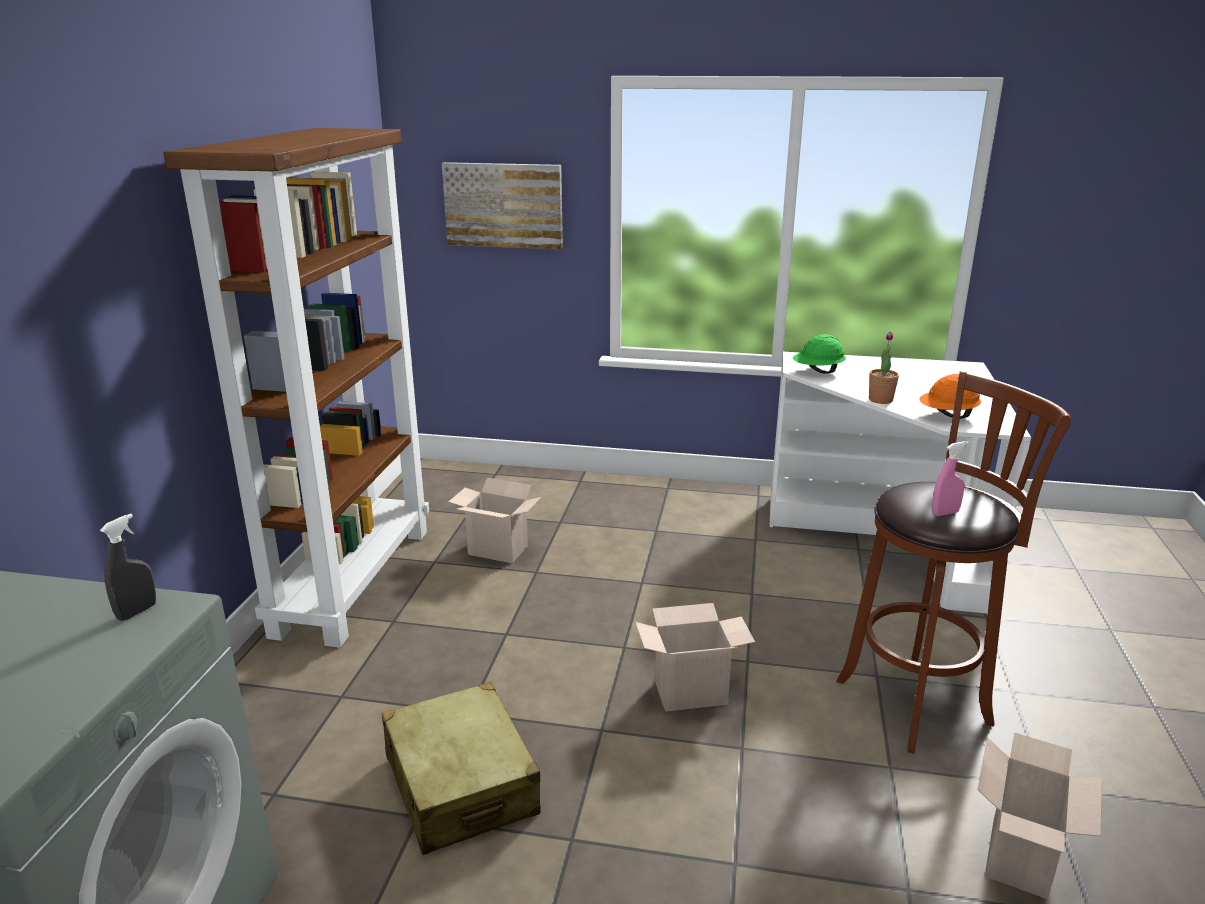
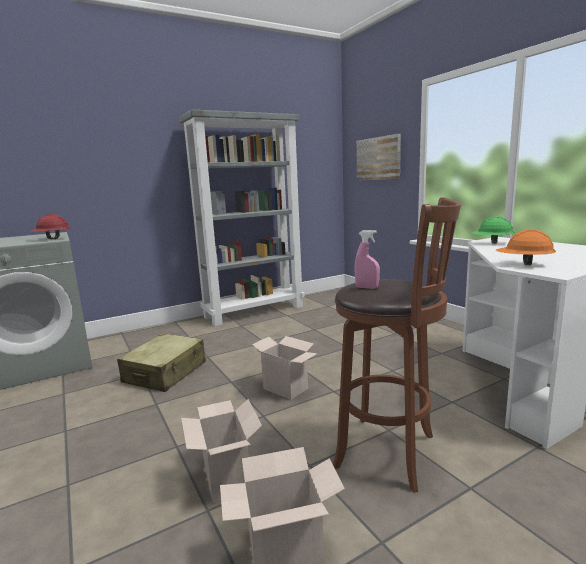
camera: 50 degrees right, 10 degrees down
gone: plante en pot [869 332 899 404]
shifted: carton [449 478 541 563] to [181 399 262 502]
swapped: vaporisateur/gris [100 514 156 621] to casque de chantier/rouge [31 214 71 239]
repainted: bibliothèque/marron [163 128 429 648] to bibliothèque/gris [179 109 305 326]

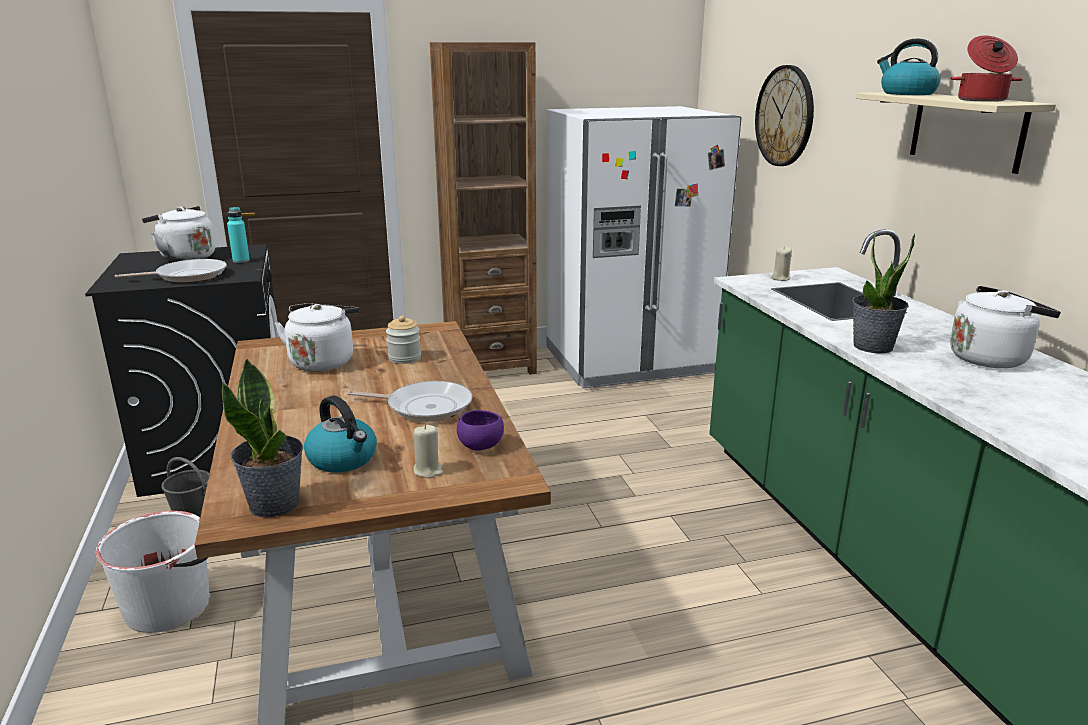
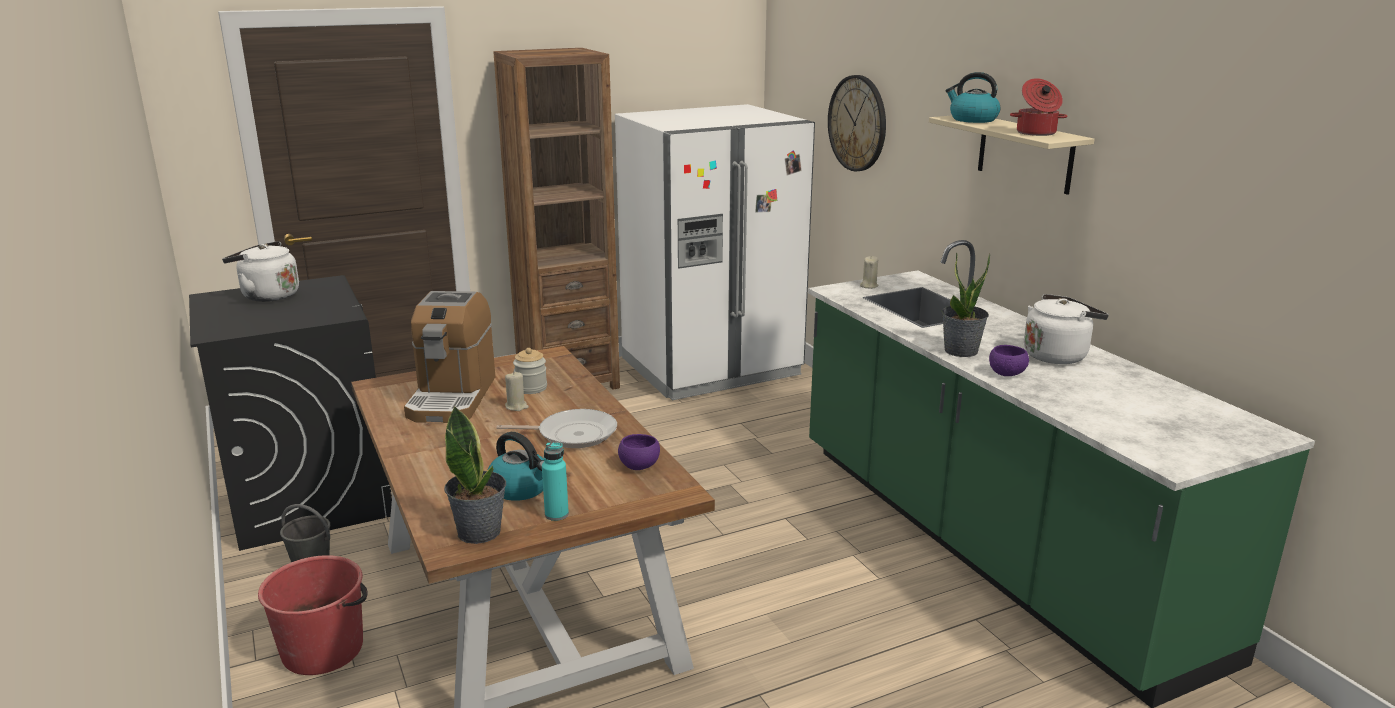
camera: 10 degrees left, 0 degrees up
gone: poêle [115 259 227 283]
new: bol/violet [989 345 1029 376]
shifted: bouteille/turquoise [227 207 250 263] to [542 442 569 521]; bougie/beige [413 425 443 478] to [505 372 529 411]
swapped: bouilloire/blanc [275 303 359 371] to machine à café [404 291 495 423]
repainted: seau/blanc [96 511 209 633] to seau/rouge [258 555 368 675]

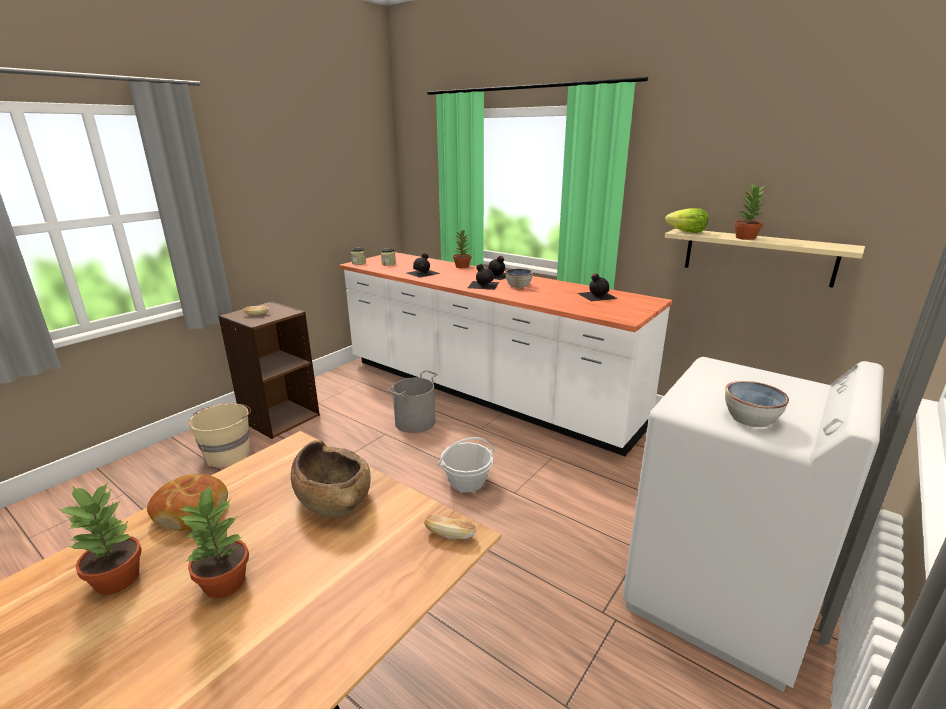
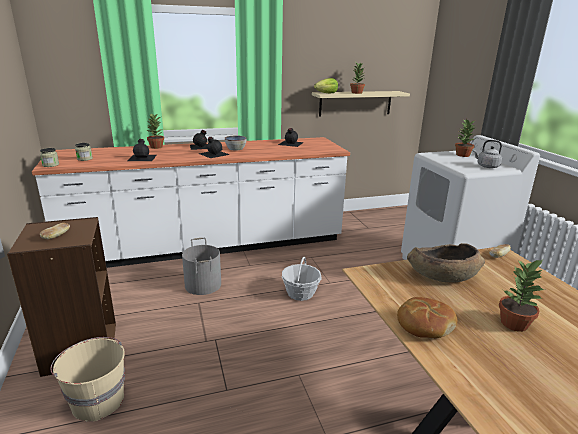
camera: 55 degrees left, 0 degrees up
shifted: plante en pot [58 482 142 595] to [455 119 477 157]
swapped: bol [725 381 789 427] to bouilloire/gris [473 140 502 168]

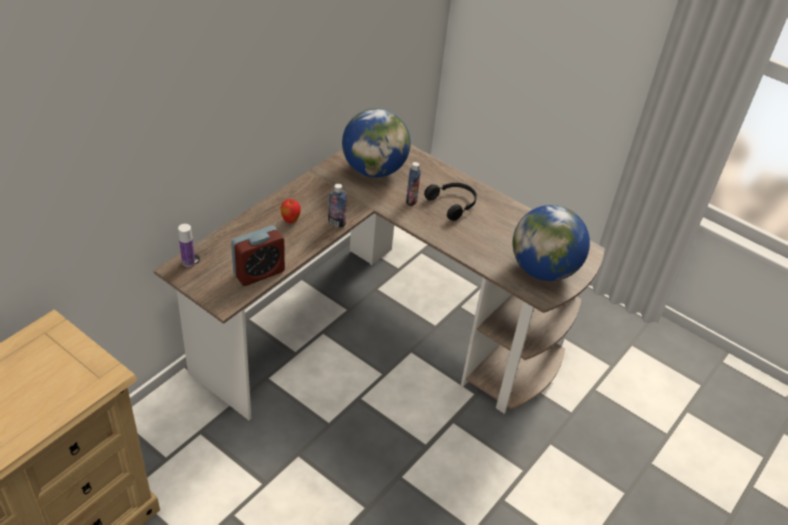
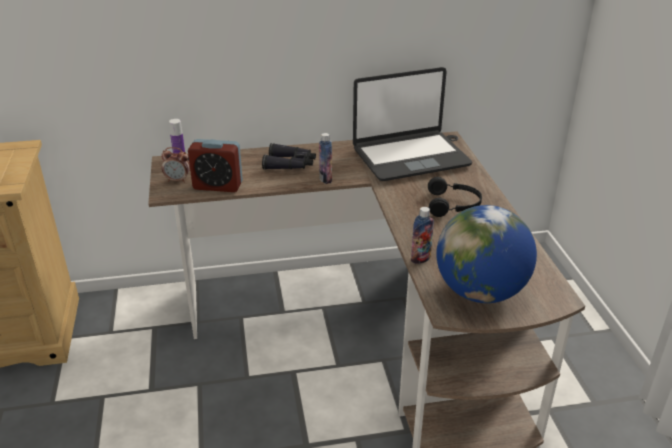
camera: 45 degrees right, 10 degrees down
new: réveil [161 147 190 183]
shifted: bouteille [406 162 421 206] to [411 207 434 264]
swapped: pomme [281 199 301 223] to jumelles/noir [262 143 316 170]; globe [342 108 411 177] to ordinateur portable [353 67 472 181]

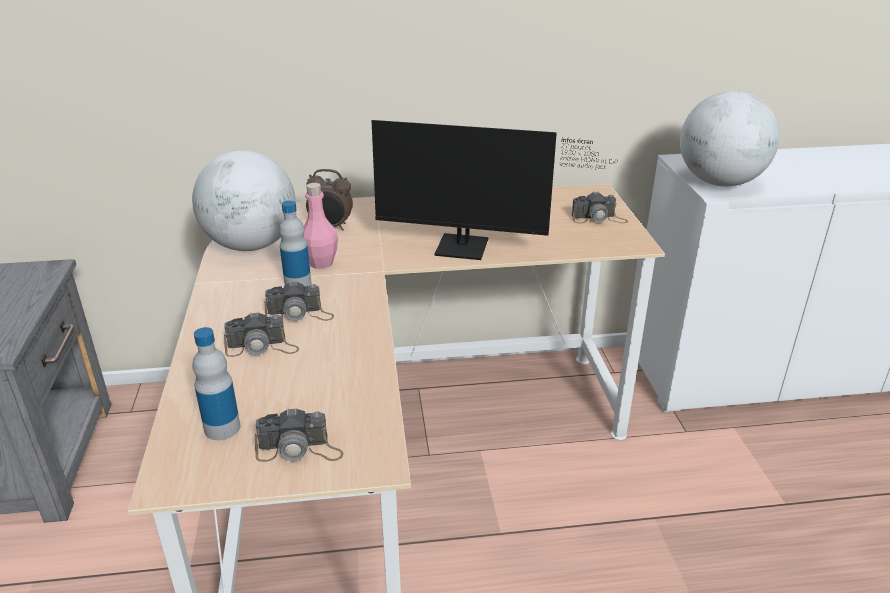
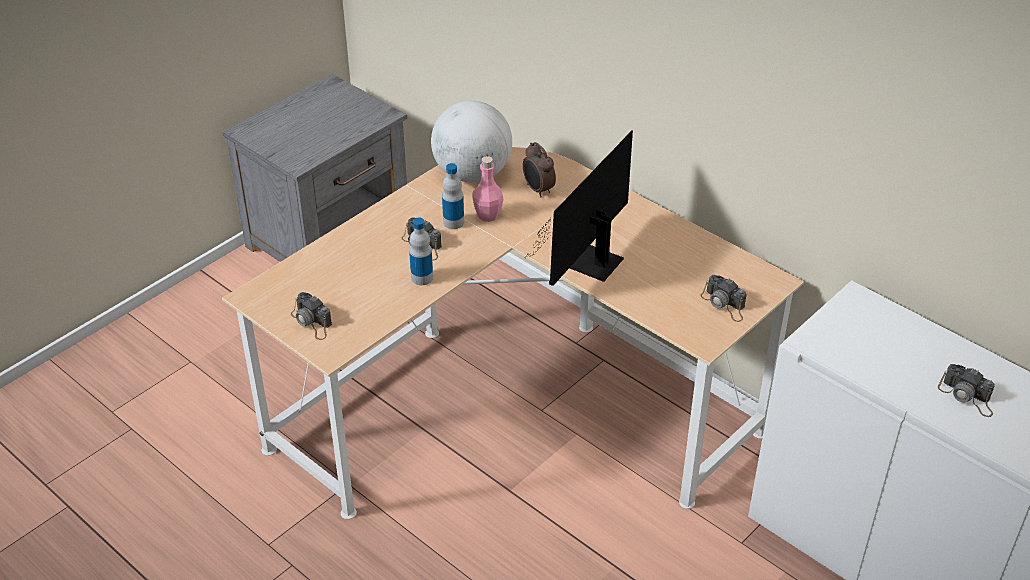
camera: 50 degrees right, 10 degrees up
gone: globe [680 91 780 186]
shifted: bouteille [192 327 240 440] to [409 217 433 285]; appareil photo [224 311 299 357] to [938 364 995 417]
rotated: écran d'ordinateur [372 120 618 260] = [529 130 633 286] 60 degrees clockwise

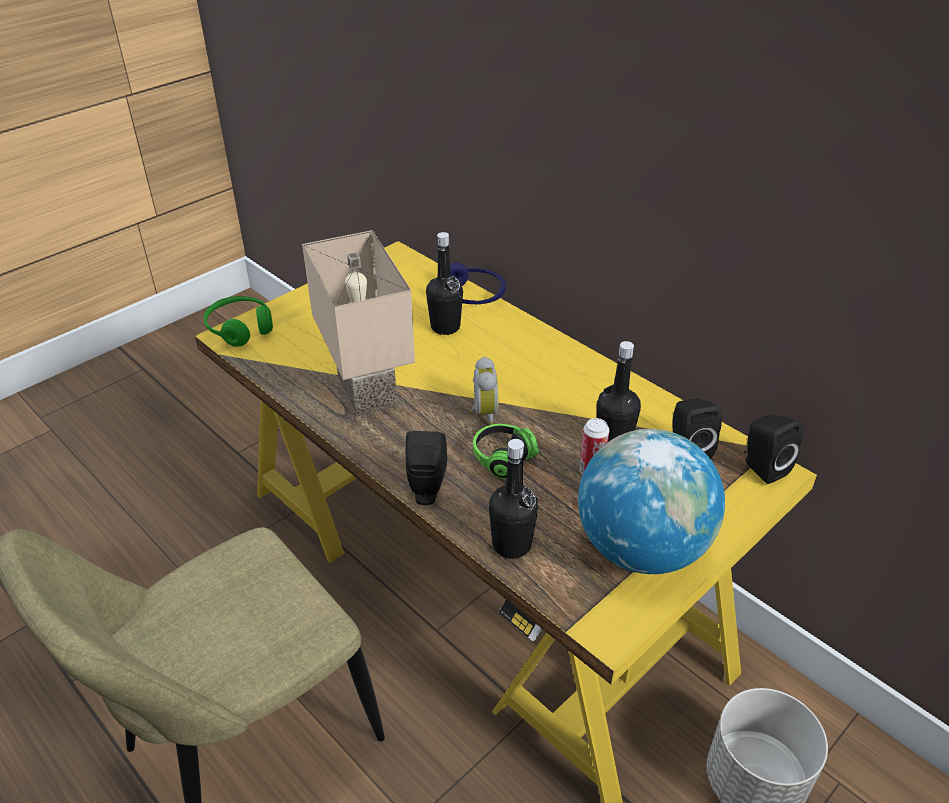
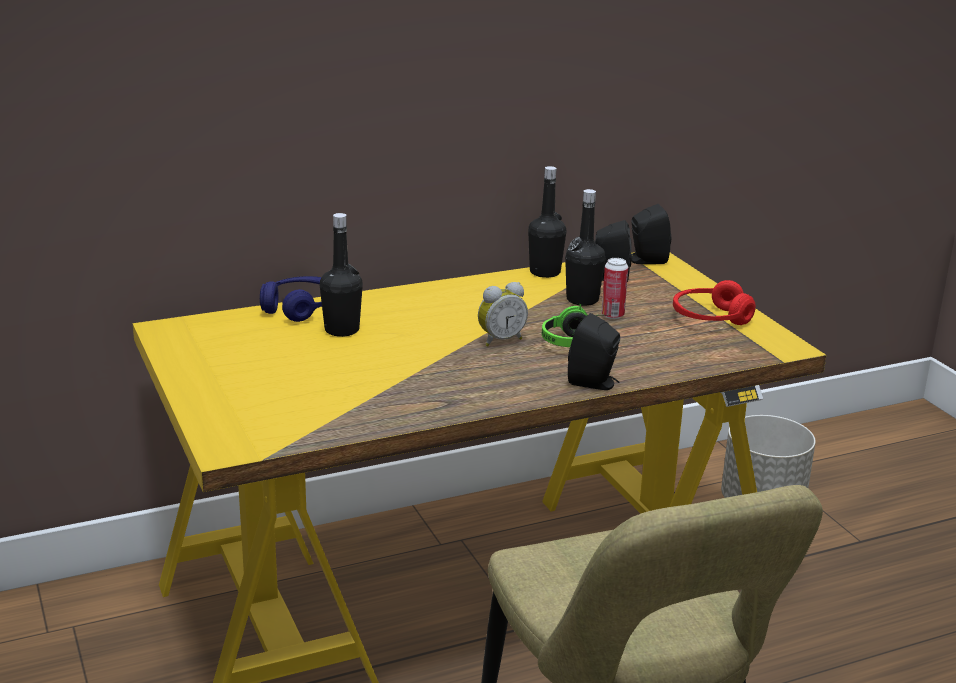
camera: 70 degrees left, 15 degrees down
gone: casque audio/vert [204 296 273 347]; lampe de table/beige [302 230 415 417]
shifted: bouteille/noir [489 439 538 559] to [528 166 566 278]
swapped: globe [578 429 725 574] to casque audio/rouge [673 280 756 325]
rotated: réveil [469 356 498 425] = [478 282 528 347] 135 degrees clockwise

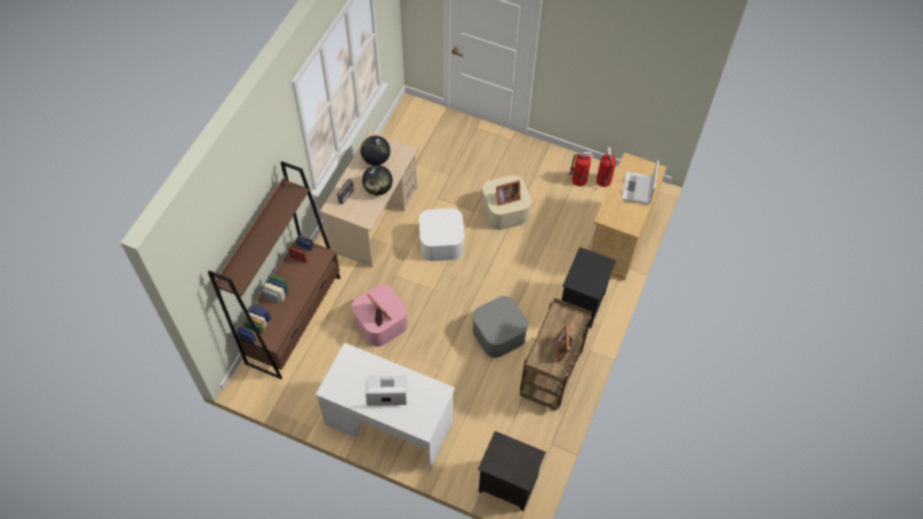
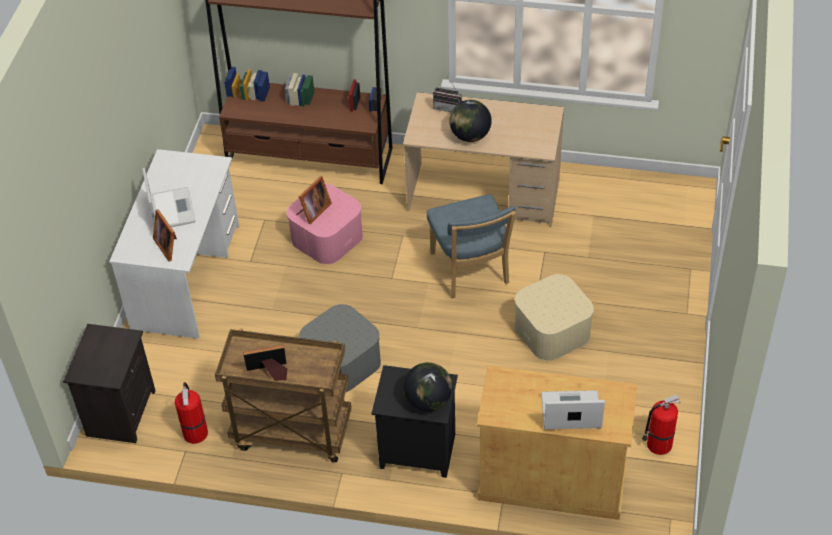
camera: 80 degrees right, 10 degrees down
shifted: globe [360 136 390 165] to [404 362 452 411]; cadre photo [495 180 521 206] to [153 209 177 261]; extincteur [569 152 593 186] to [175 382 208 444]
swapped: boîte de rangement/blanc [419 208 464 261] to chaise/bleu [427 194 516 298]

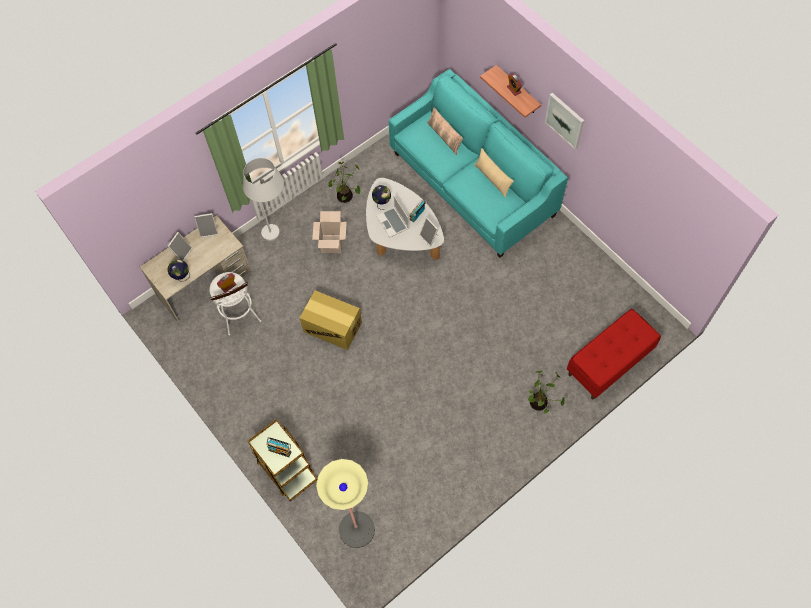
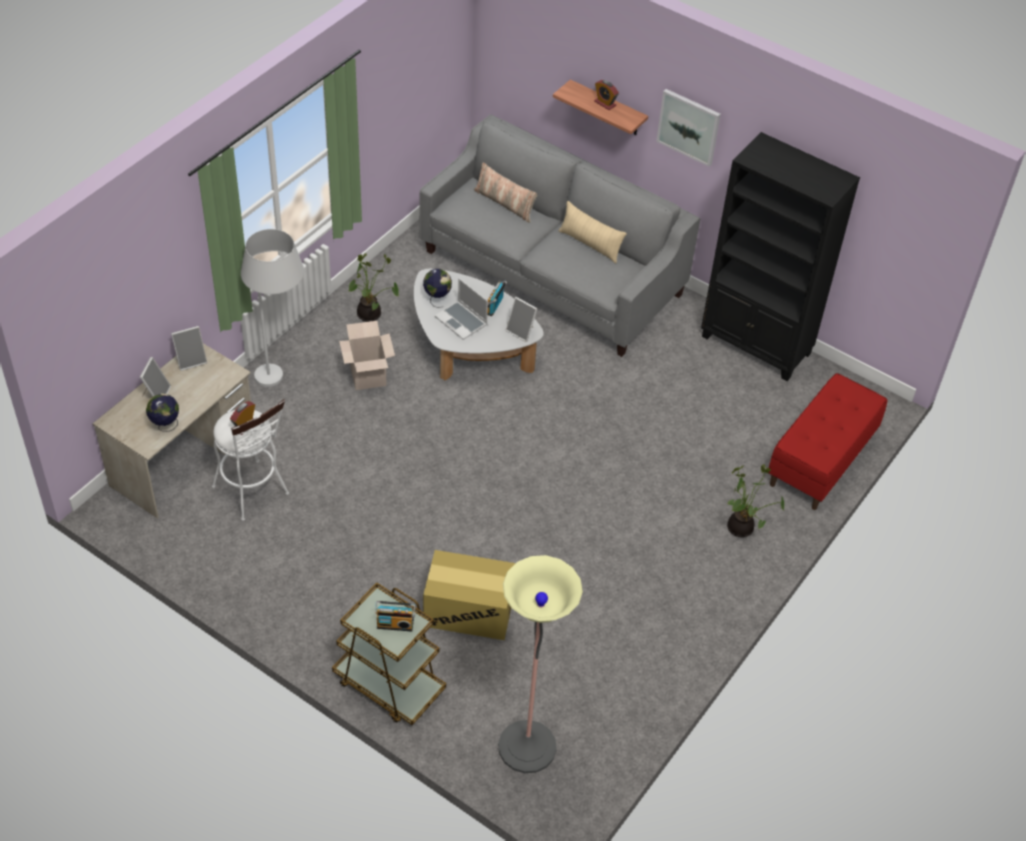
camera: 20 degrees left, 15 degrees down
new: bibliothèque/noir [701 132 860 381]
shifted: carton [300 290 362 350] to [423 550 516 640]
repainted: canapé/turquoise [389 69 568 258] to canapé/gris [419 115 700 357]

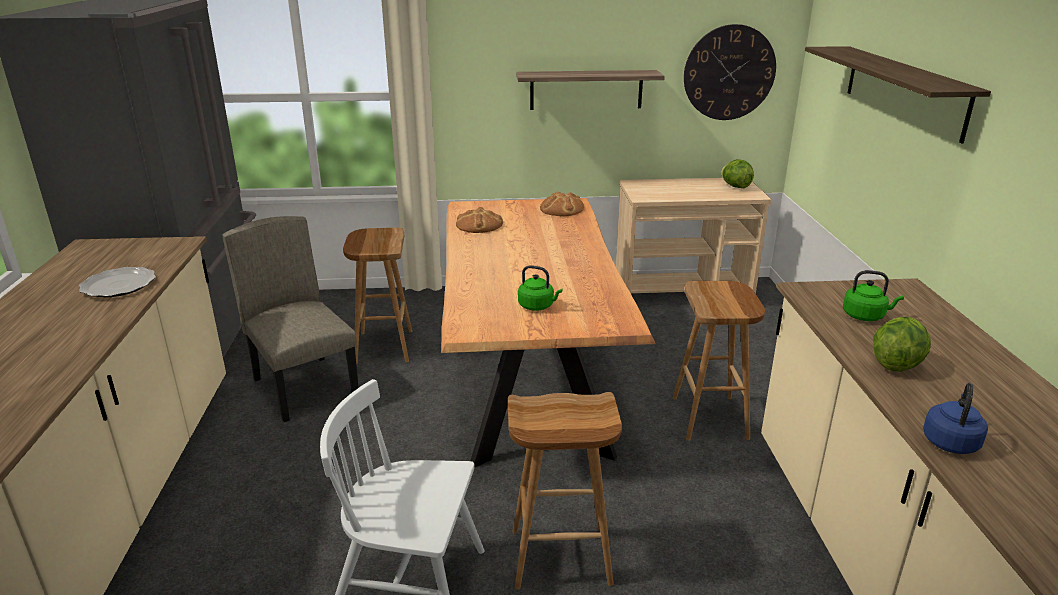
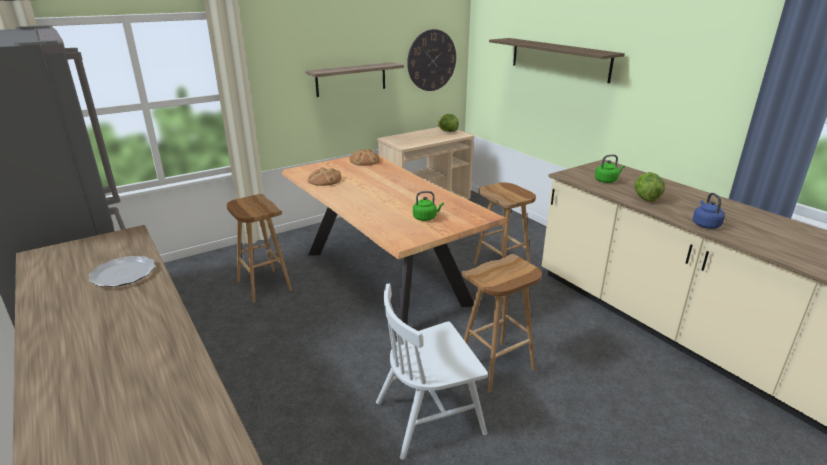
camera: 30 degrees left, 0 degrees up
gone: chaise/beige [222 216 359 422]

